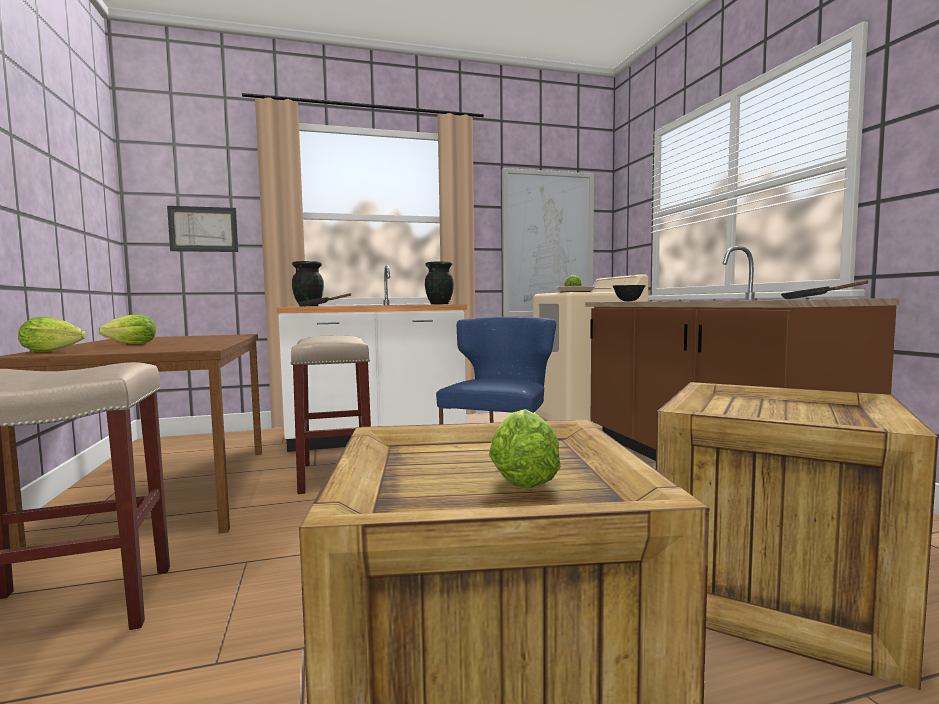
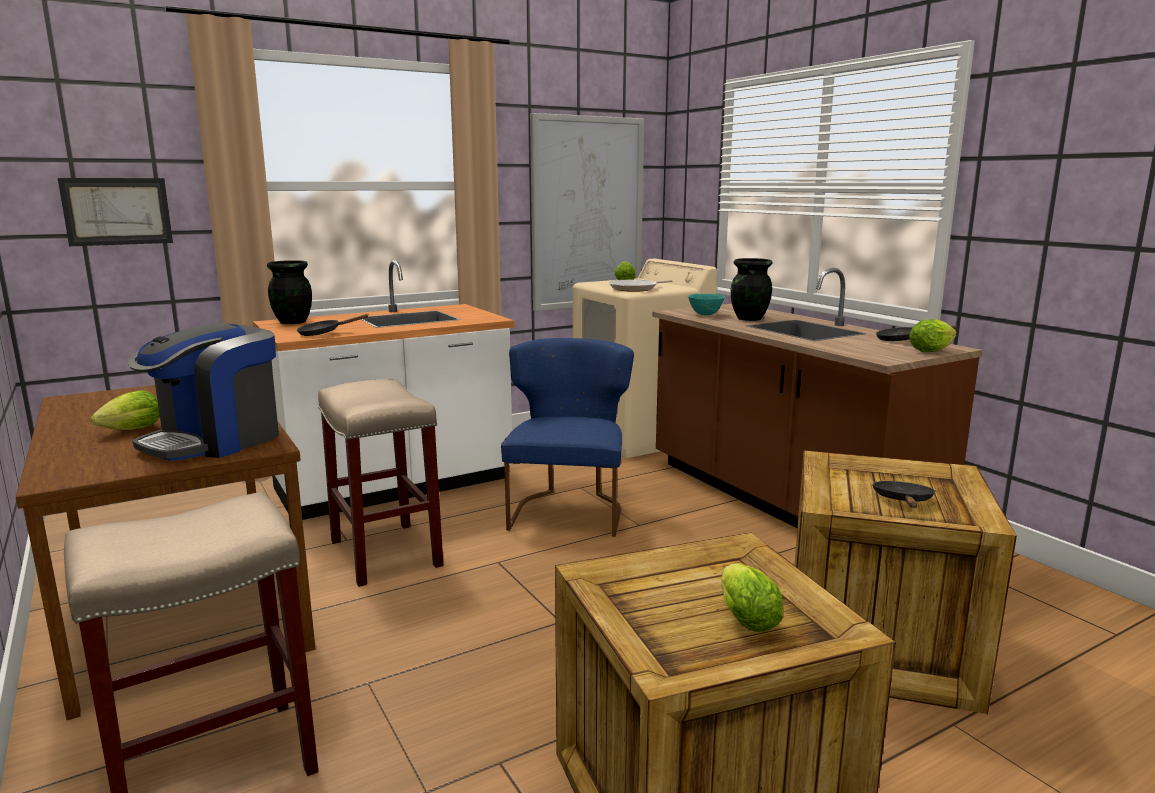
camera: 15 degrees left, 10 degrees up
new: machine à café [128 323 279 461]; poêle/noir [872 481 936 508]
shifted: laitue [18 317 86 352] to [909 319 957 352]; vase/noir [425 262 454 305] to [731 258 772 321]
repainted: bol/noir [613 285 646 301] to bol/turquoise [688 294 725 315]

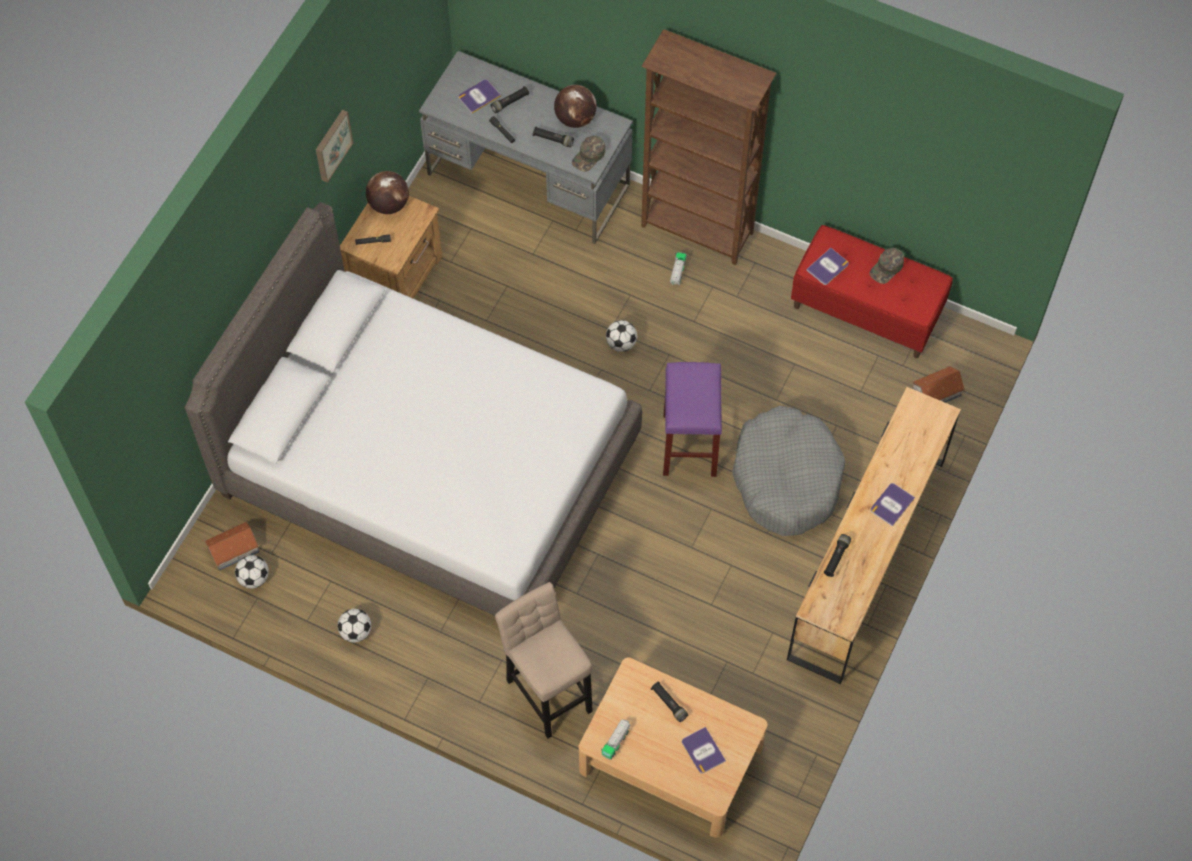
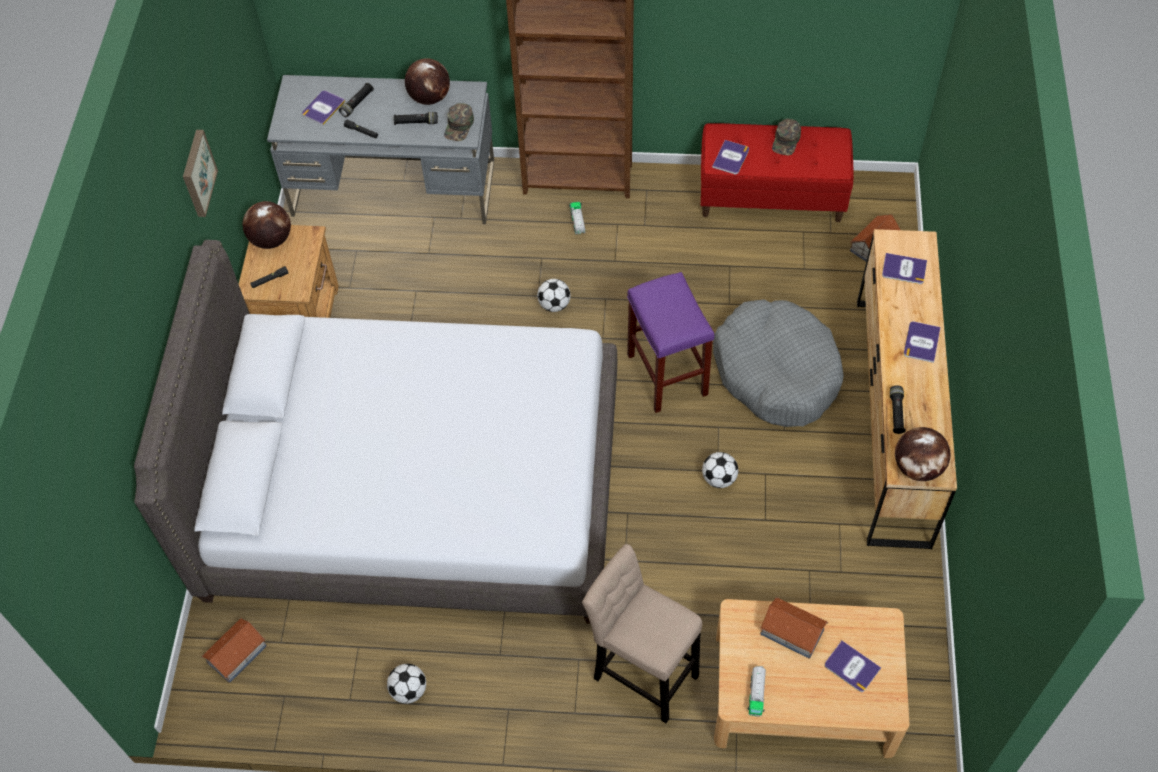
camera: 20 degrees left, 5 degrees down
new: livre [882 253 927 284]; globe [895 427 950 481]
shifted: ballon de foot [235 555 269 588] to [702 452 738 488]
swapped: lampe de poche/noir [651 682 688 722] to maison miniature [760 597 828 659]

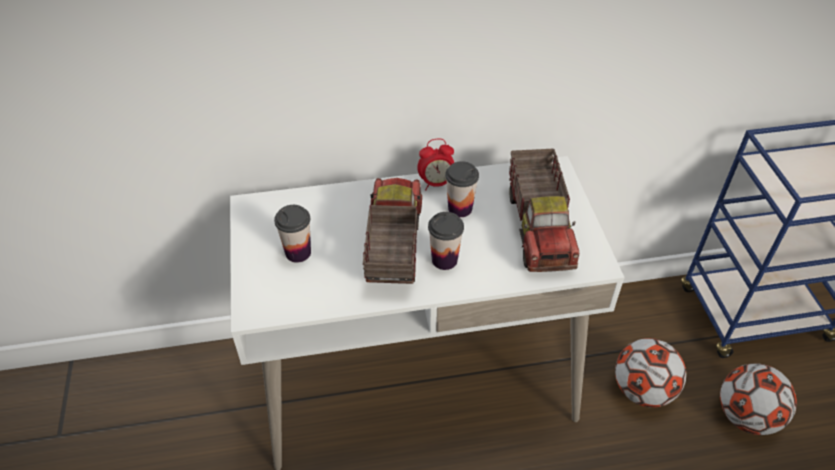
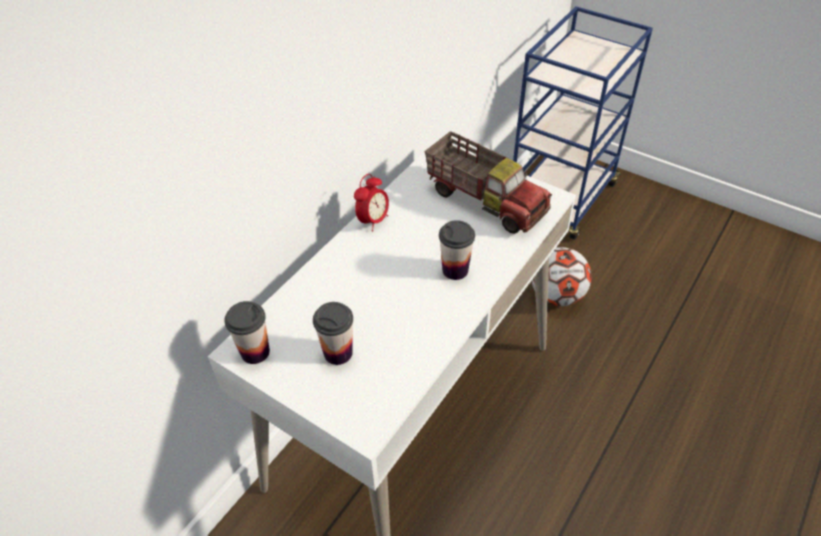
camera: 45 degrees left, 0 degrees up
gone: camion jouet [363 178 422 284]; ballon de foot [720 363 797 435]
shifted: tasse [445 161 479 217] to [224 301 270 364]

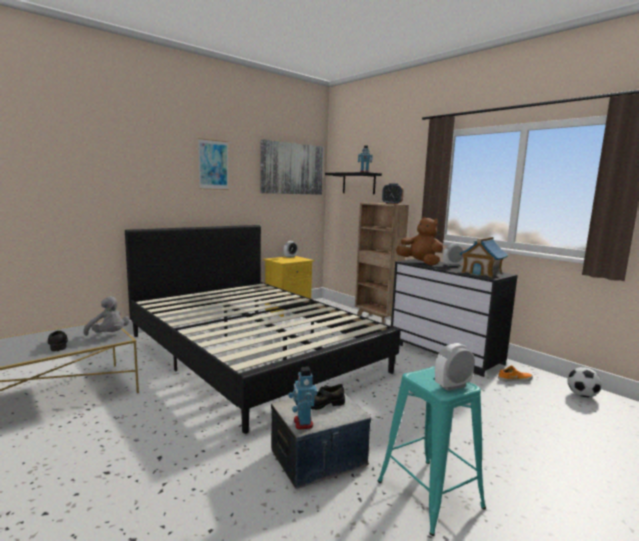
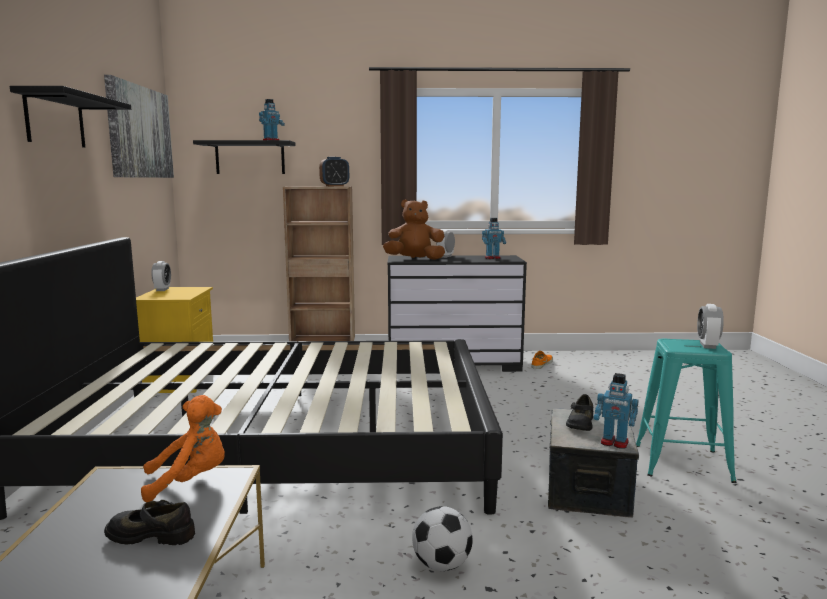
camera: 50 degrees left, 0 degrees up
shifted: ballon de foot [568 367 602 397] to [412 506 473 571]
swapped: tableau [198 138 229 190] to étagère/noir [10 86 131 148]; maison miniature [459 237 508 277] to robot jouet [482 218 506 259]
repainted: peluche/gris [83 296 130 336] to peluche/orange [141 395 225 502]

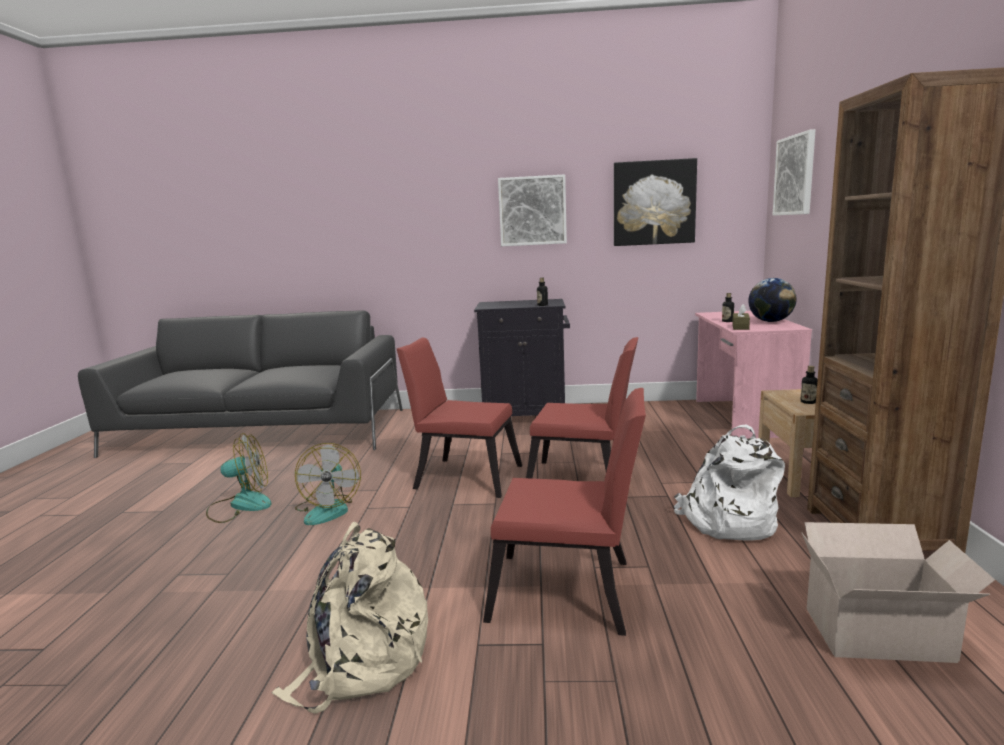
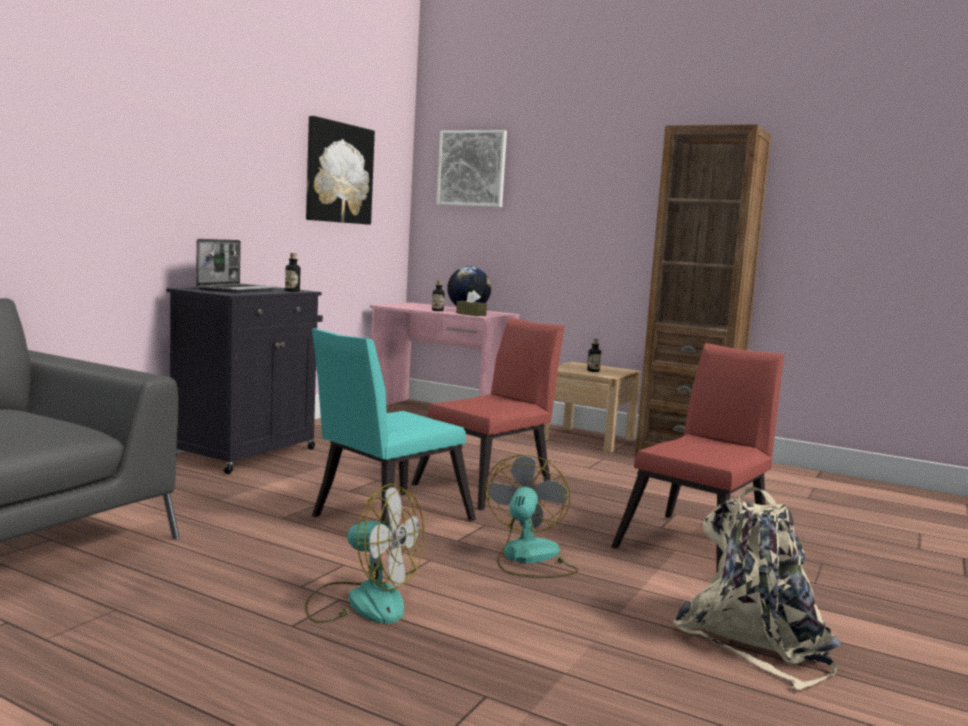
camera: 65 degrees left, 5 degrees down
gone: tableau [498 174 567 246]; sac à dos/blanc [674 424 785 541]; carton [801 522 995 663]
new: ordinateur portable [196 239 277 292]
shifted: ventilateur [206 433 272 523] to [485 454 578 578]
repainted: chaise/rouge [397 338 522 498] to chaise/turquoise [312 328 476 526]

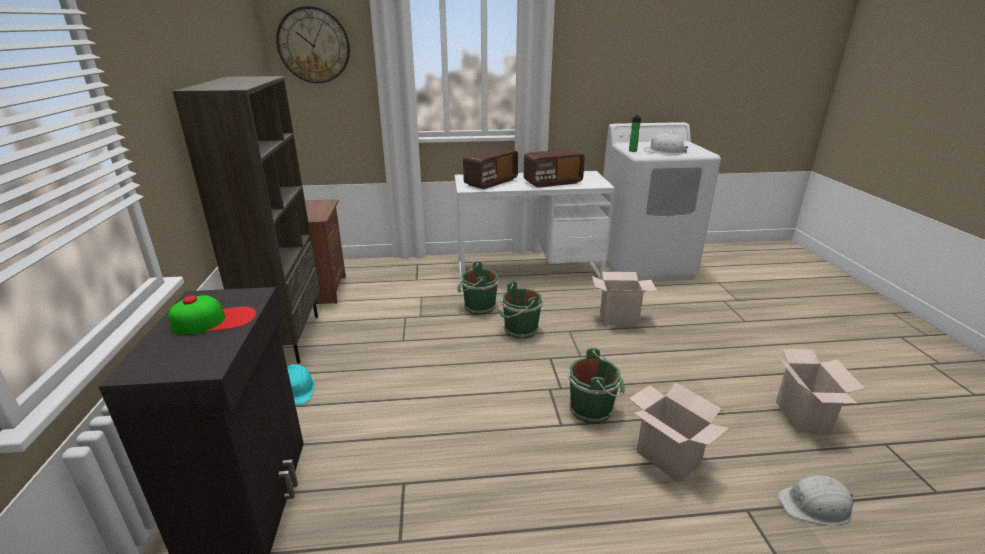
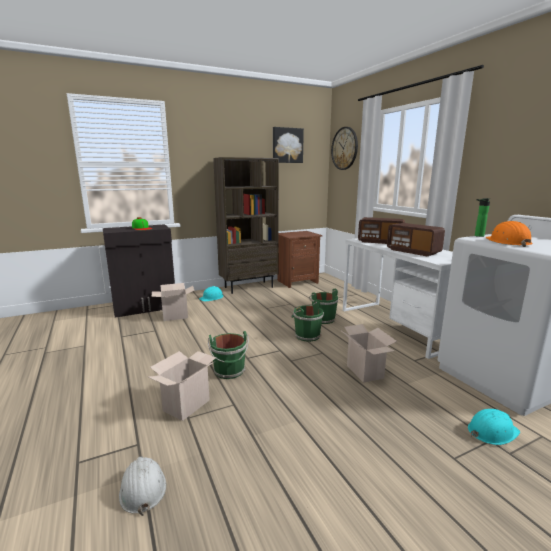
camera: 70 degrees right, 10 degrees down
new: tableau [273 127 304 163]; casque de chantier/turquoise [468 409 520 445]
shifted: carton [776 349 865 433] to [152 283 195 321]
repainted: casque de chantier/blanc [644 133 688 155] to casque de chantier/orange [485 221 533 247]

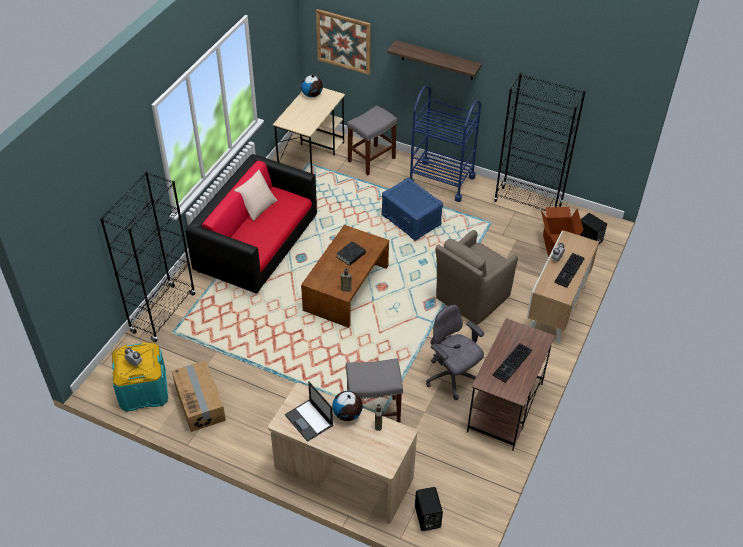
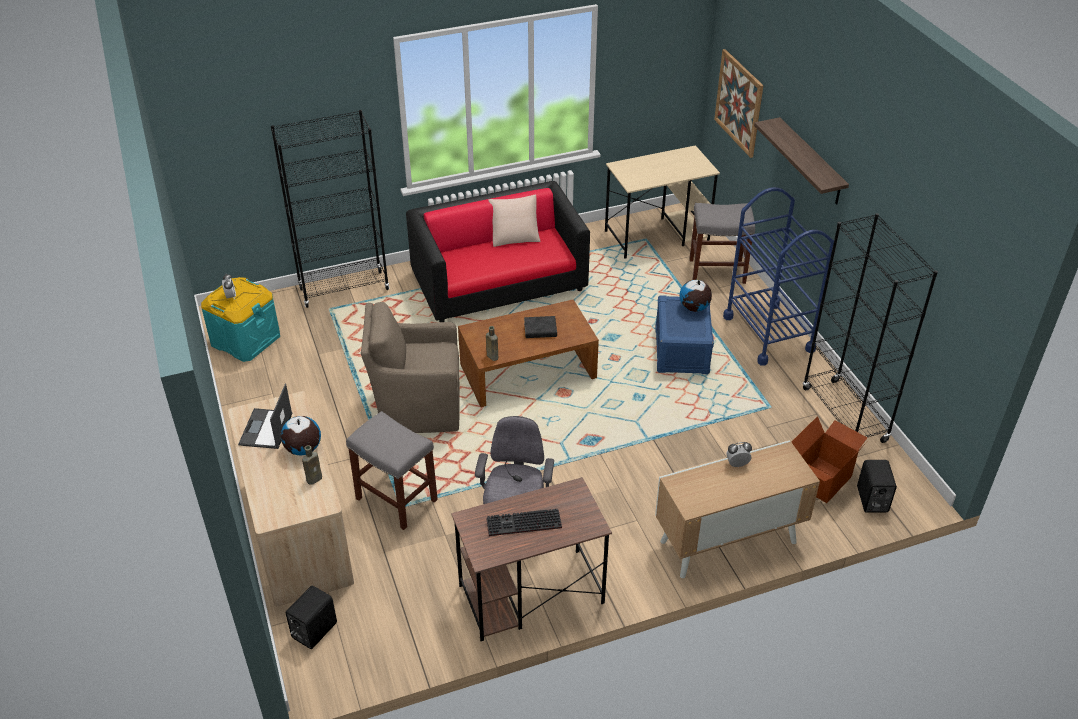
camera: 45 degrees right, 5 degrees down
gone: carton [172 360 226 432]; clavier [554 253 585 288]
shifted: globe [301 75 323 97] to [679 280 712 312]; fauteuil/marron [436 230 518 325] to [361 302 460 433]

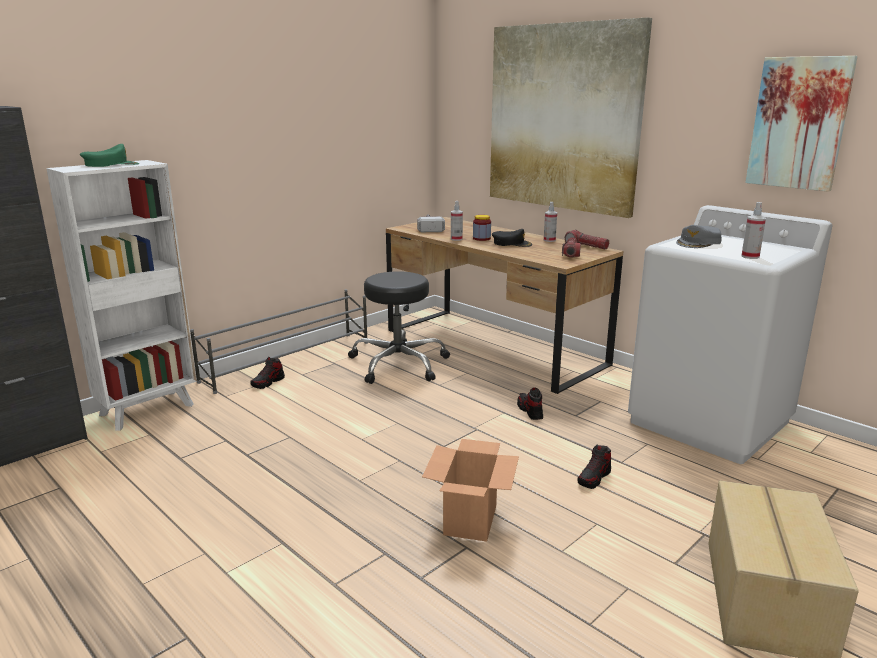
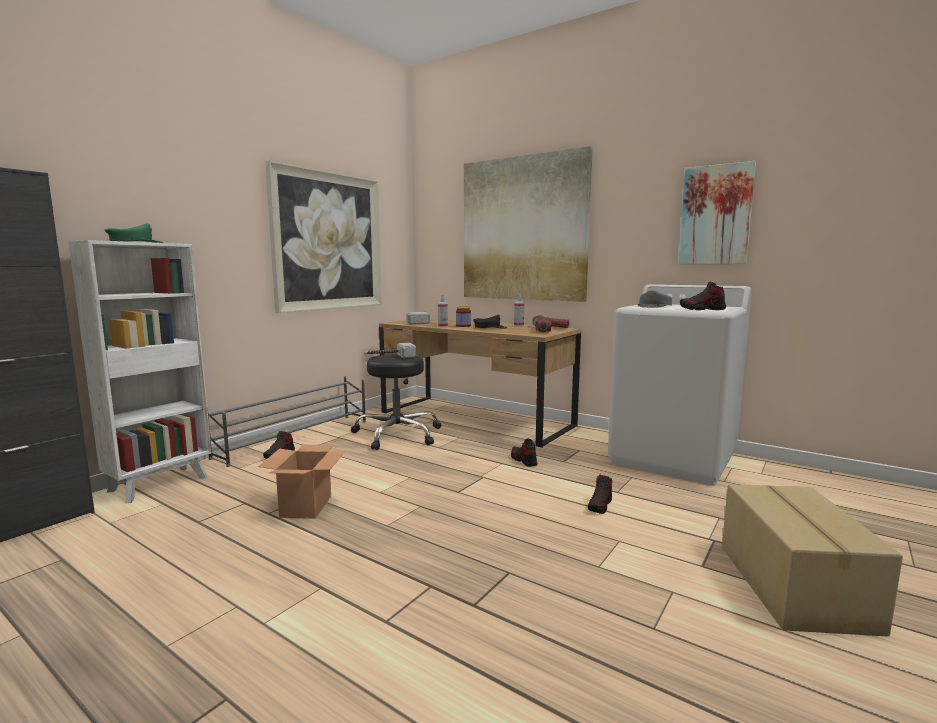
camera: 10 degrees left, 10 degrees down
new: tableau [265 160 382 313]; marteau [364 343 416 358]
shifted: carton [422 439 519 542] to [258 444 345 519]
swapped: vaporisateur [741 202 766 259] to chaussure [680 281 726 310]

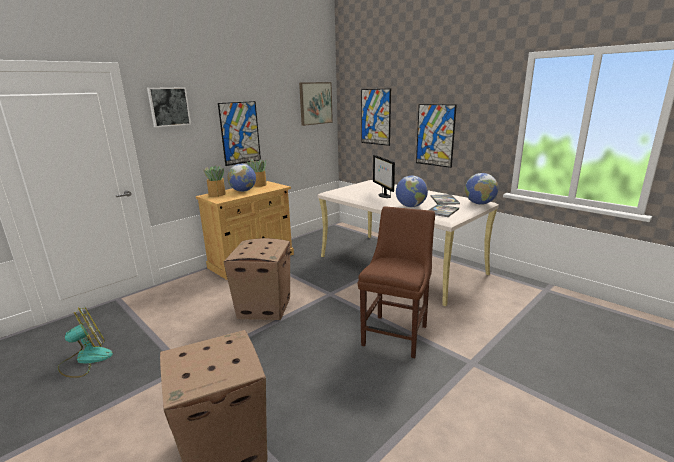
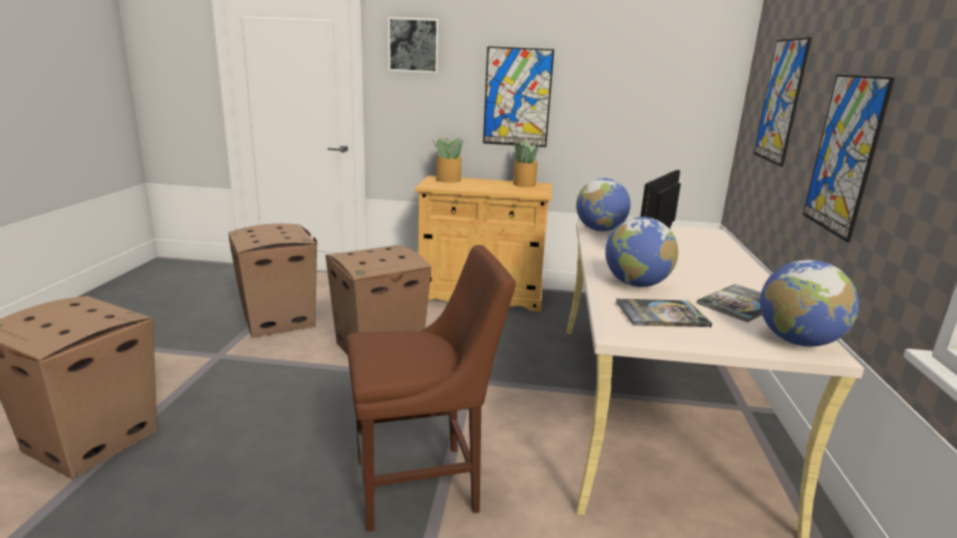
camera: 50 degrees right, 0 degrees up
gone: ventilateur [58 307 113 378]; tableau [299 82 333 126]
new: carton [228 224 317 338]
shifted: globe [227 164 256 192] to [576 178 631 232]

